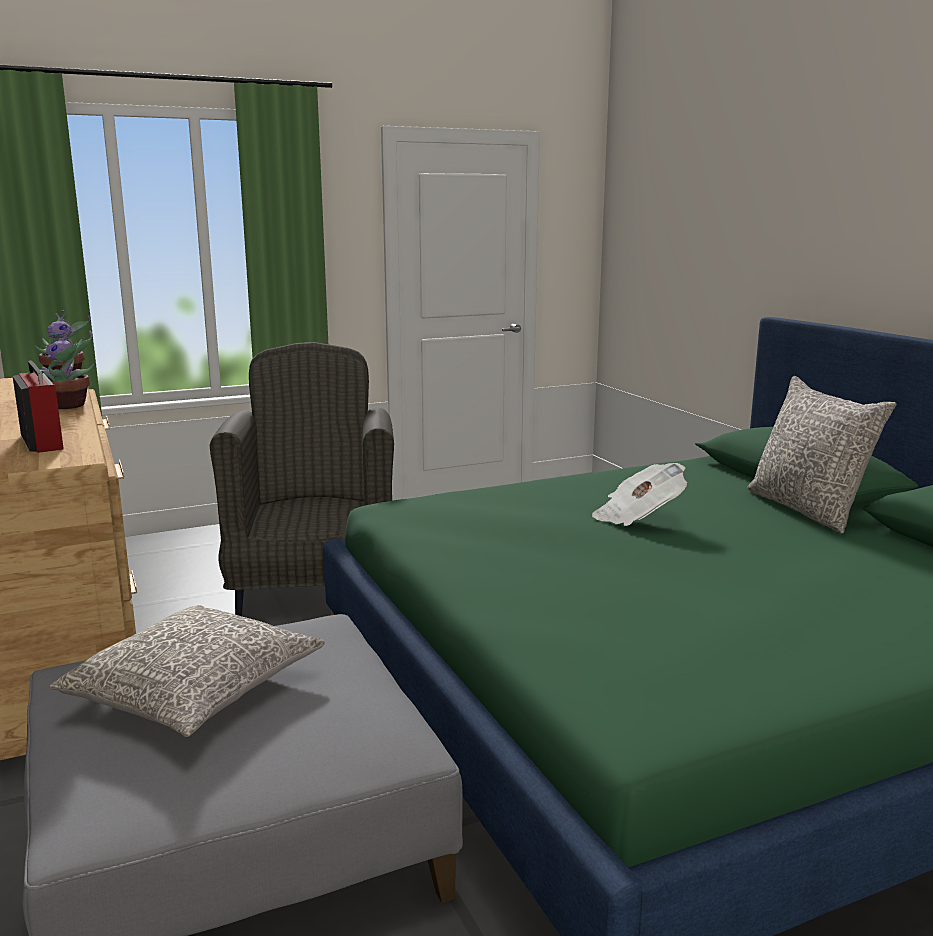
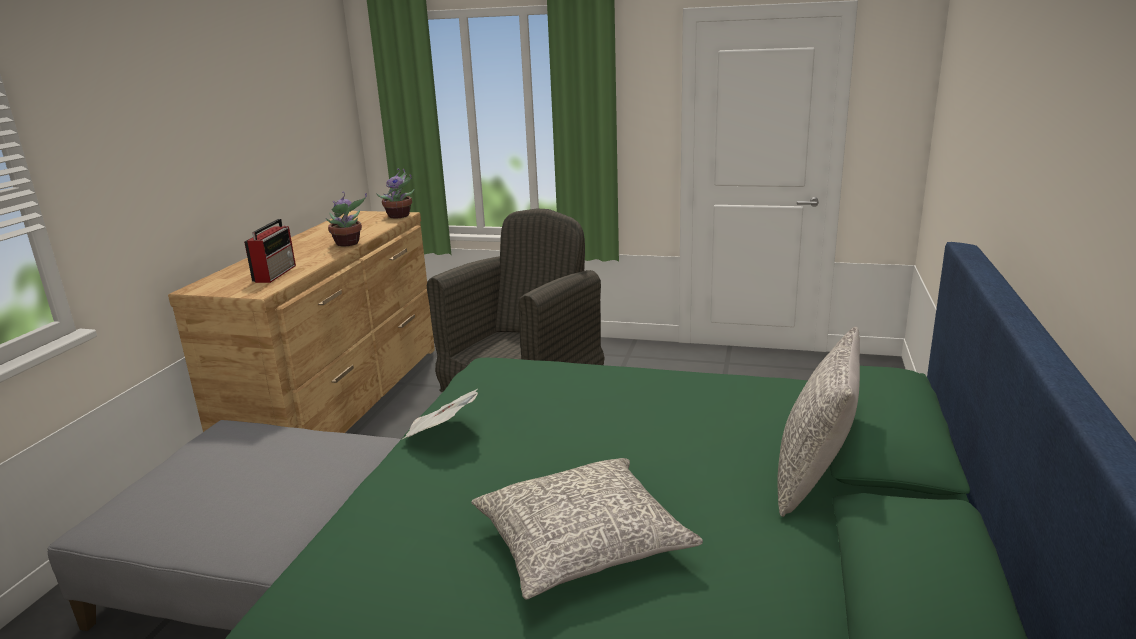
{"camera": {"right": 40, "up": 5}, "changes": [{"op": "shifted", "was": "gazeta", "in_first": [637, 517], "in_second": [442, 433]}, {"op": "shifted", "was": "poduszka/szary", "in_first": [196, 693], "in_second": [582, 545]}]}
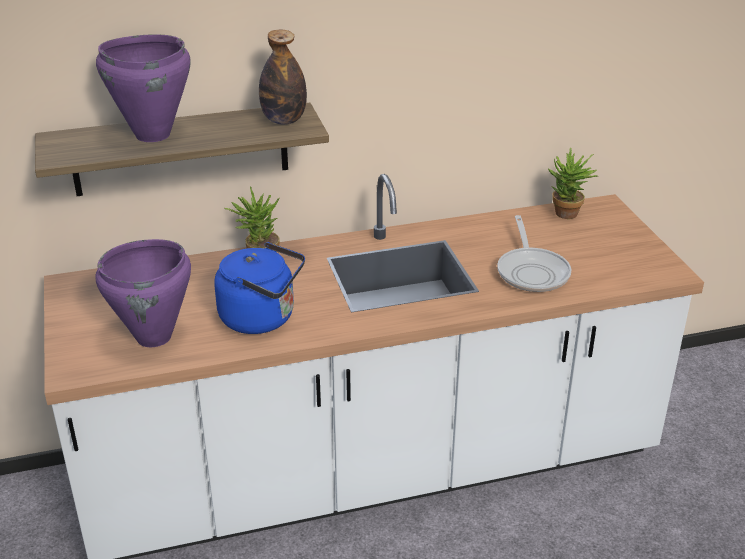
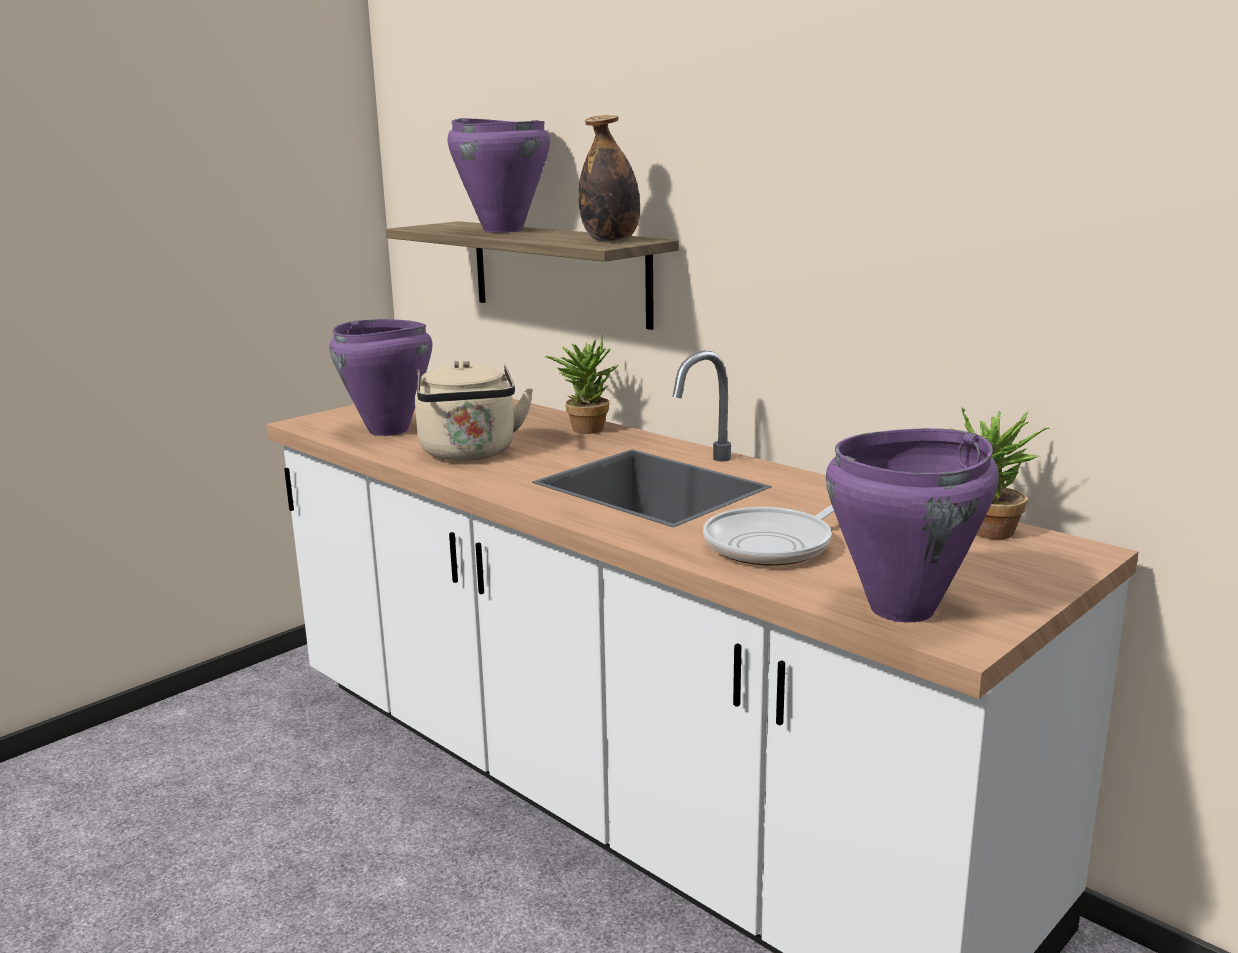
{"camera": {"right": 60, "up": -15}, "changes": [{"op": "repainted", "was": "czajnik/niebieski", "now": "czajnik/beżowy", "in_first": [262, 318], "in_second": [469, 454]}, {"op": "new", "now": "garnek/fioletowy", "in_second": [903, 609]}]}
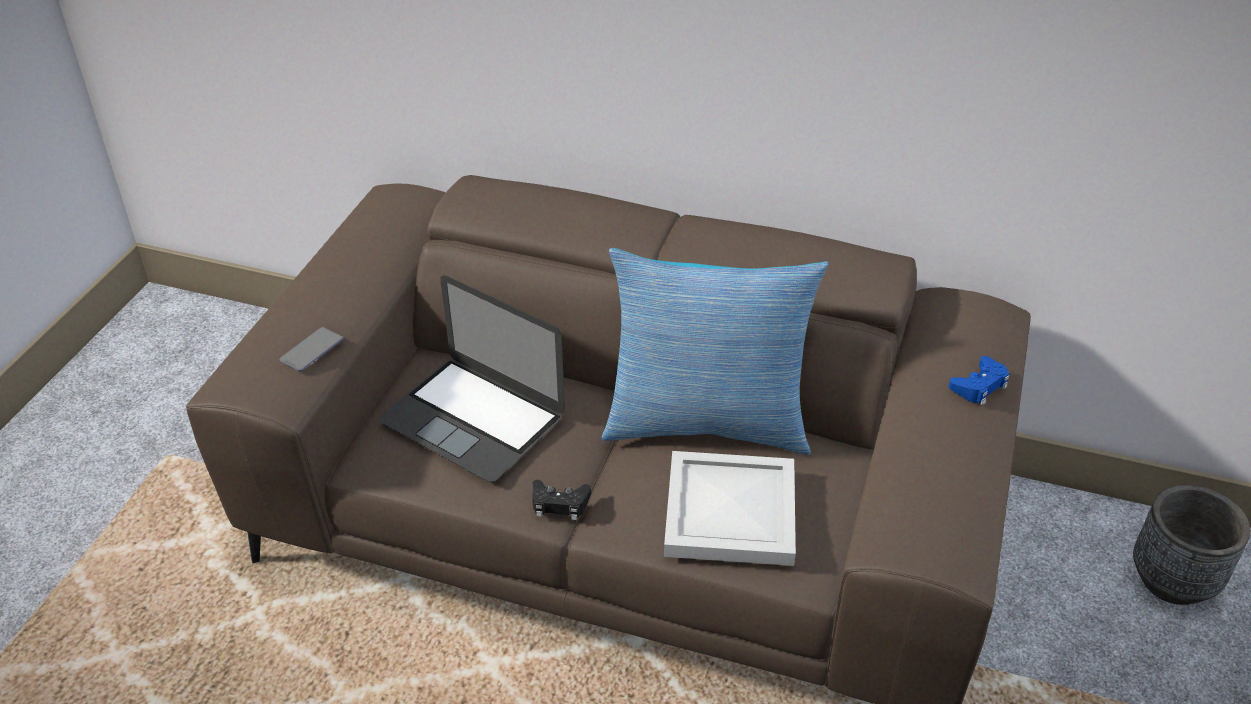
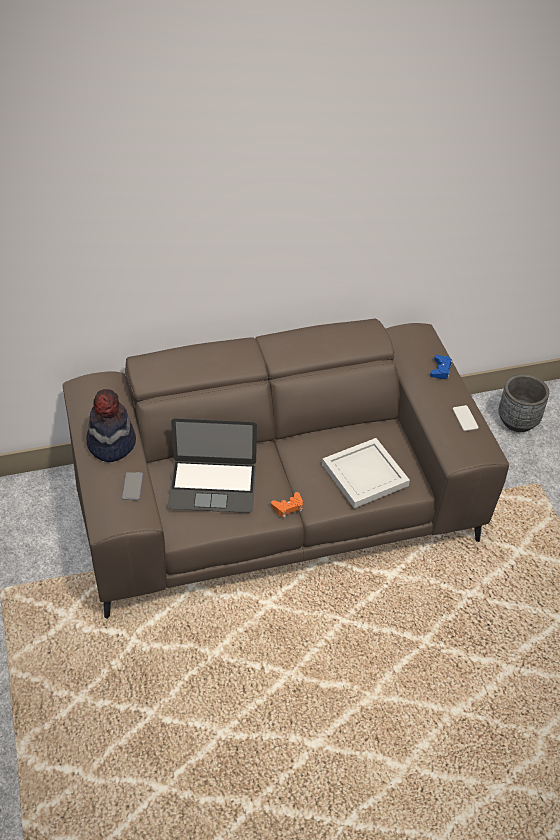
{"camera": {"right": -35, "up": 5}, "changes": [{"op": "gone", "was": "poduszka", "in_first": [706, 422]}, {"op": "repainted", "was": "pad do gier/czarny", "now": "pad do gier/pomarańczowy", "in_first": [559, 504], "in_second": [288, 507]}, {"op": "new", "now": "kapelusz", "in_second": [111, 443]}, {"op": "new", "now": "telefon", "in_second": [465, 418]}]}
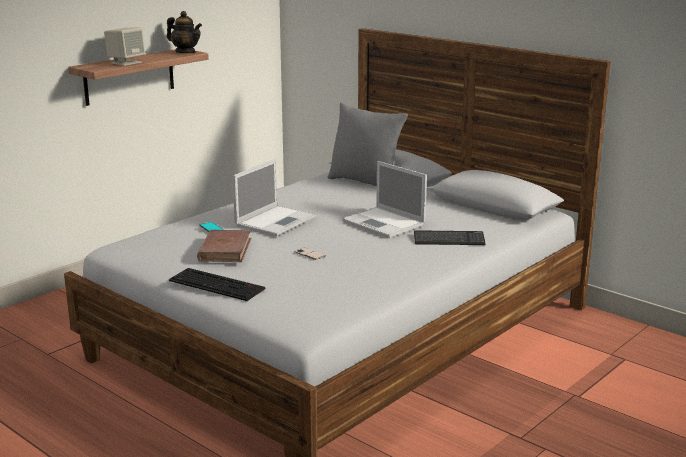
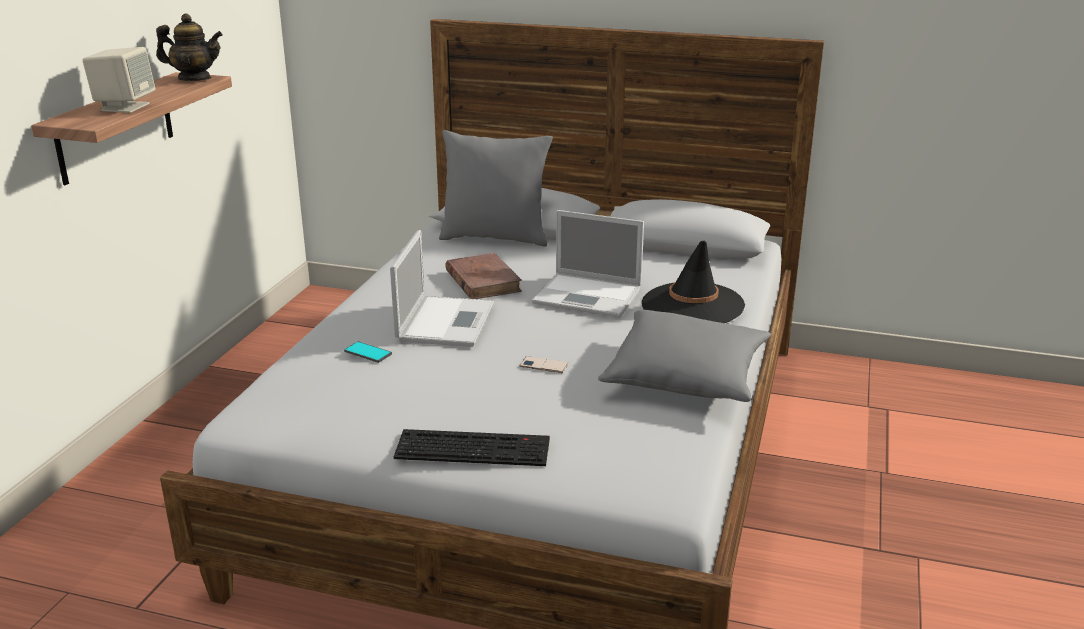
{"camera": {"right": -25, "up": 5}, "changes": [{"op": "shifted", "was": "książka/brązowy", "in_first": [225, 250], "in_second": [483, 281]}, {"op": "swapped", "was": "klawiatura", "now": "kapelusz/czarny", "in_first": [449, 240], "in_second": [692, 305]}, {"op": "new", "now": "poduszka/szary", "in_second": [686, 377]}]}
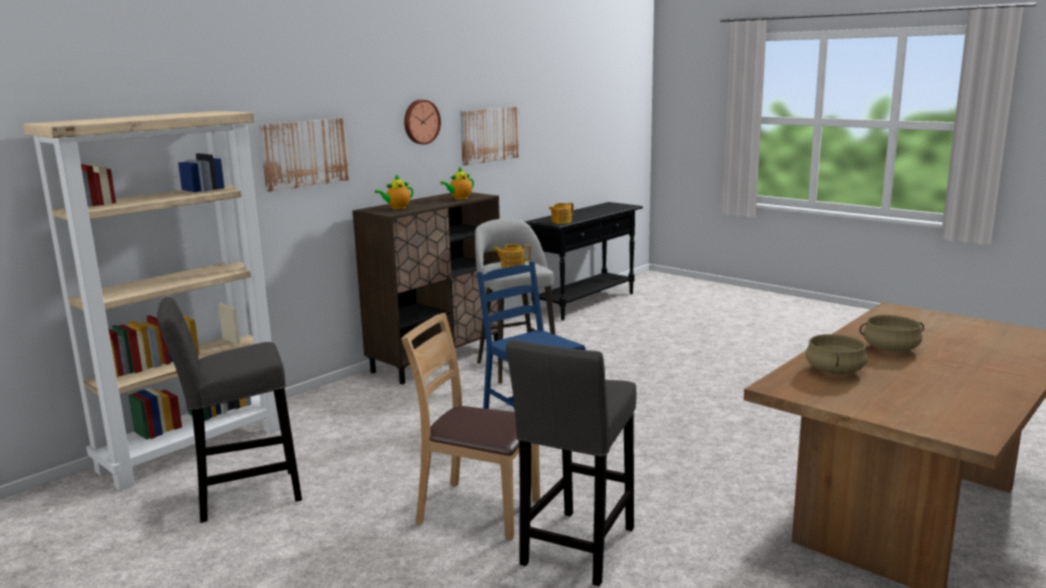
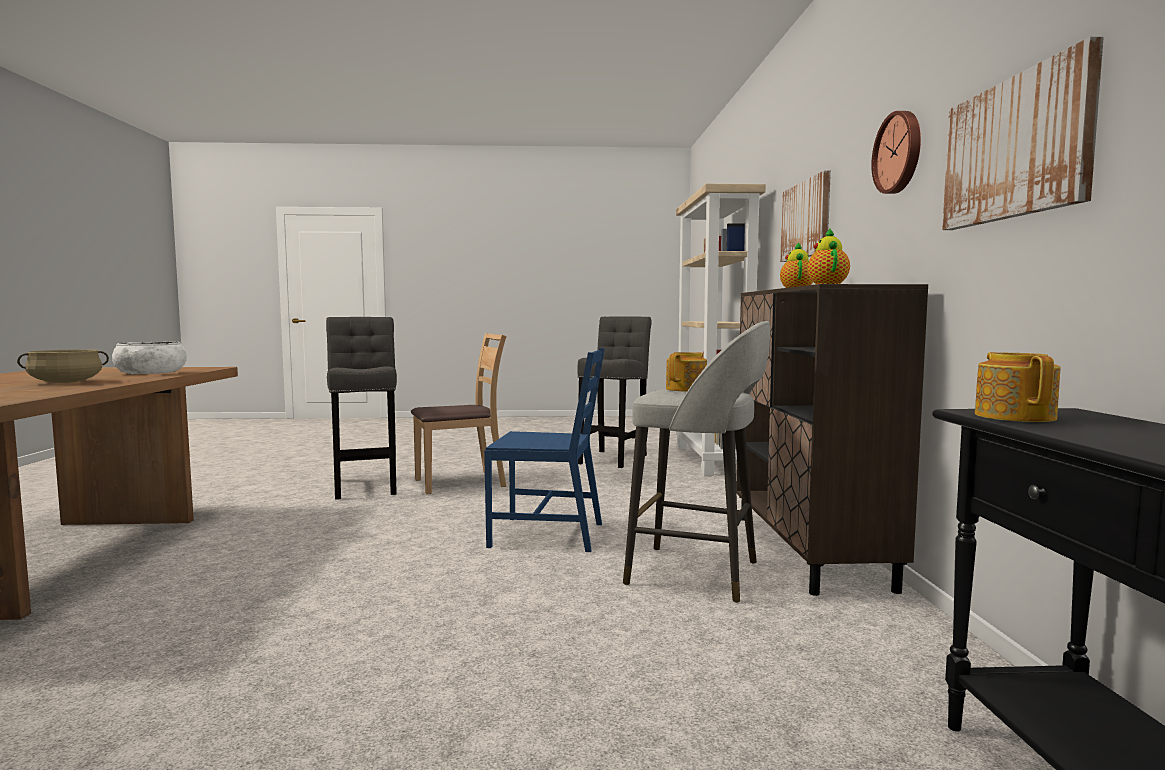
{"camera": {"right": 135, "up": -10}, "changes": [{"op": "swapped", "was": "garnek/beżowy", "now": "miska/biały", "in_first": [834, 370], "in_second": [151, 373]}]}
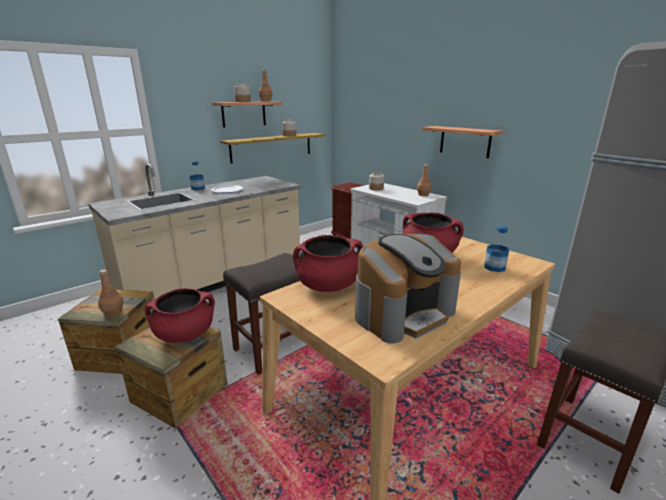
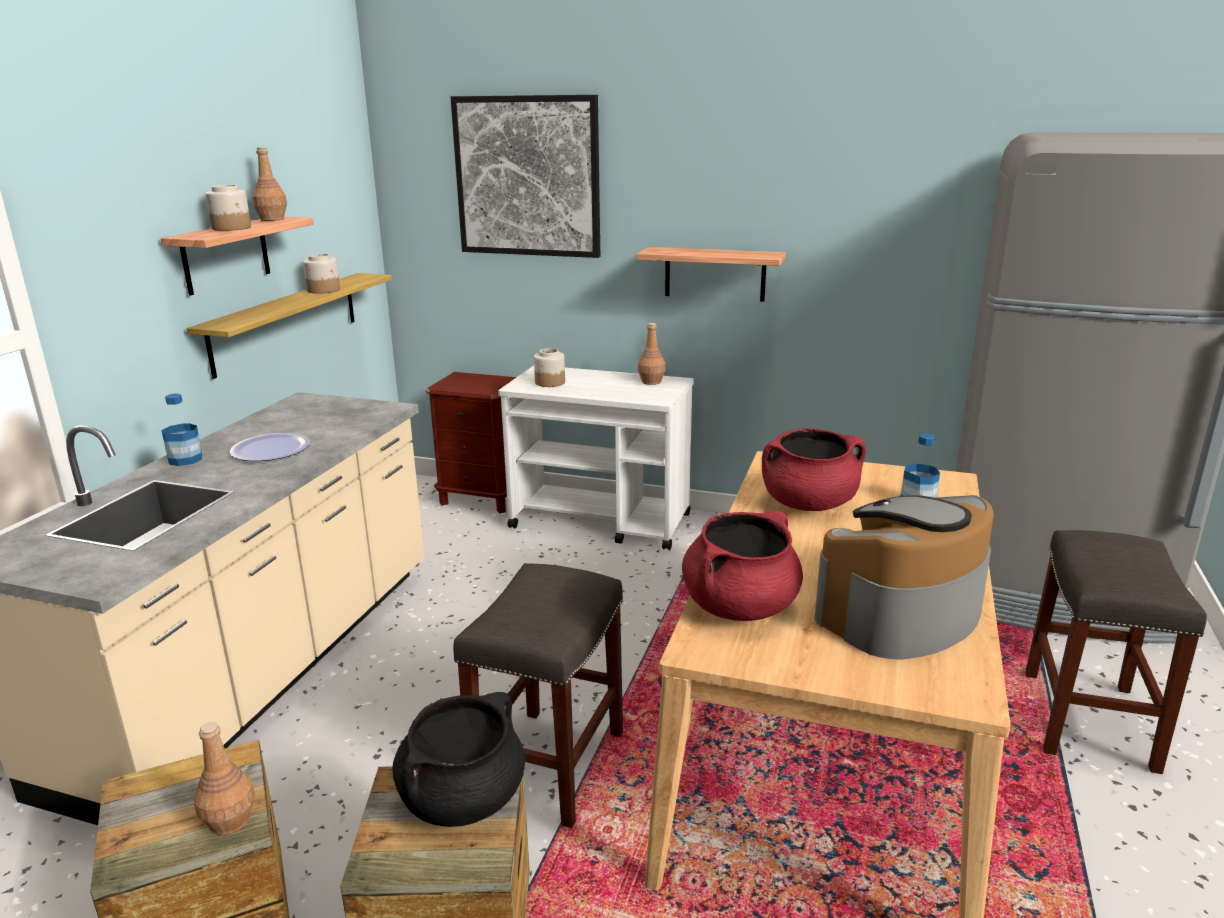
{"camera": {"right": -30, "up": 0}, "changes": [{"op": "rotated", "was": "ekspres do kawy", "in_first": [403, 313], "in_second": [900, 615], "clockwise": -150}, {"op": "repainted", "was": "garnek/czerwony", "now": "garnek/czarny", "in_first": [185, 334], "in_second": [463, 799]}, {"op": "new", "now": "obraz", "in_second": [527, 177]}]}
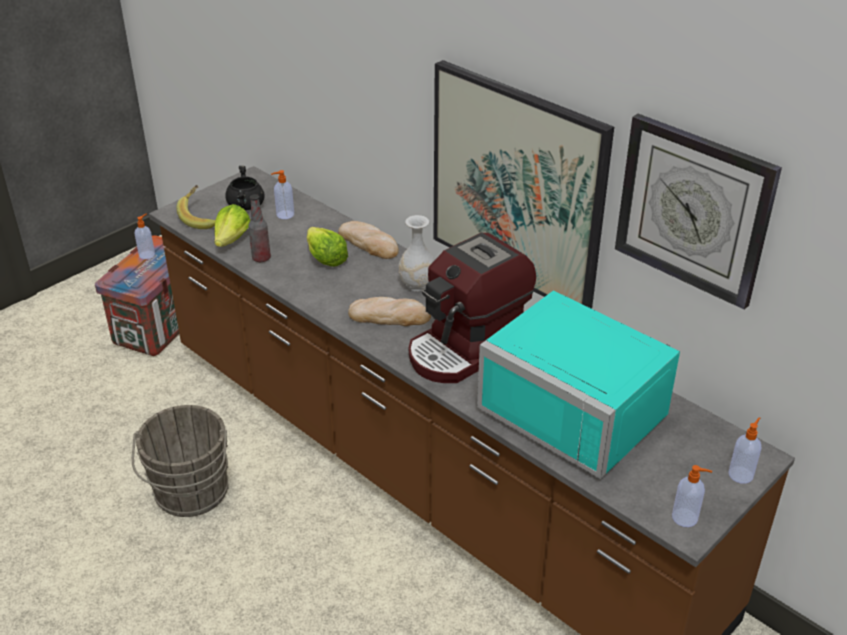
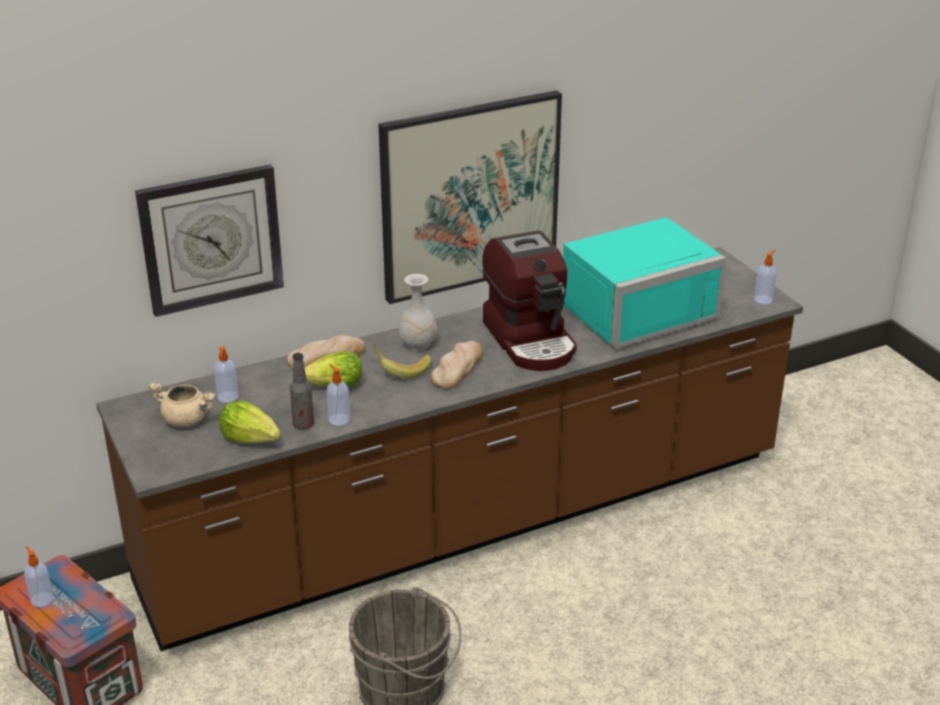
{"camera": {"right": -70, "up": -5}, "changes": [{"op": "shifted", "was": "zegar ścienny", "in_first": [693, 209], "in_second": [211, 239]}, {"op": "repainted", "was": "garnek/czarny", "now": "garnek/beżowy", "in_first": [246, 206], "in_second": [187, 419]}, {"op": "shifted", "was": "banan", "in_first": [201, 218], "in_second": [401, 369]}, {"op": "shifted", "was": "dozownik mydła", "in_first": [741, 474], "in_second": [338, 419]}]}
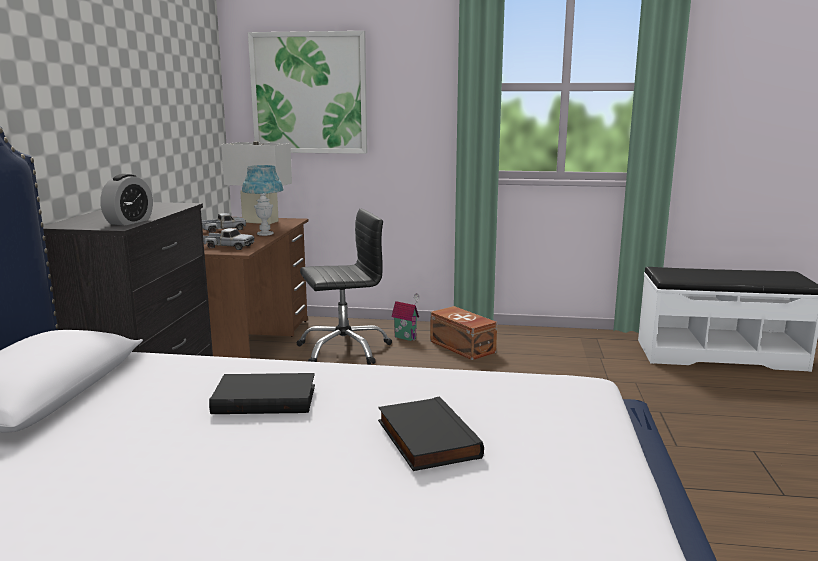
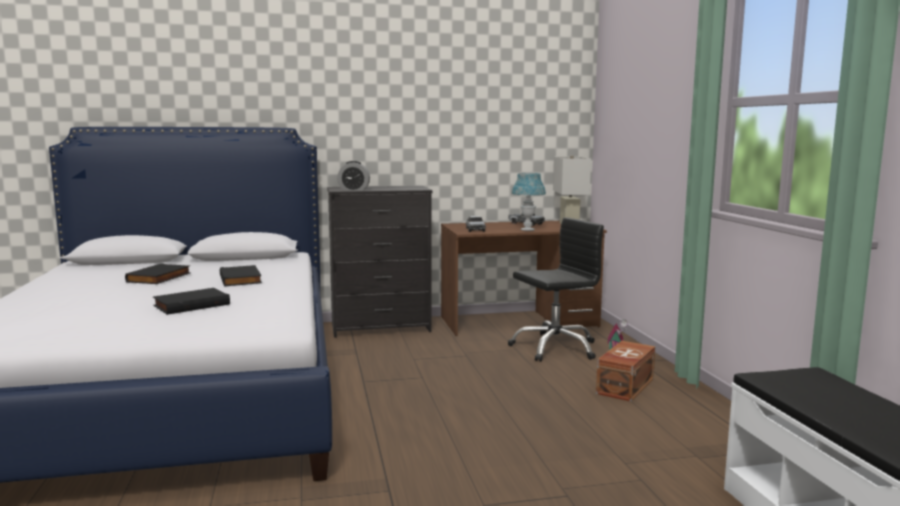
{"camera": {"right": 70, "up": -5}, "changes": [{"op": "gone", "was": "obraz", "in_first": [309, 93]}, {"op": "rotated", "was": "krzesło biurowe/czarny", "in_first": [344, 349], "in_second": [554, 348], "clockwise": -75}, {"op": "new", "now": "książka/czarny", "in_second": [160, 278]}]}
